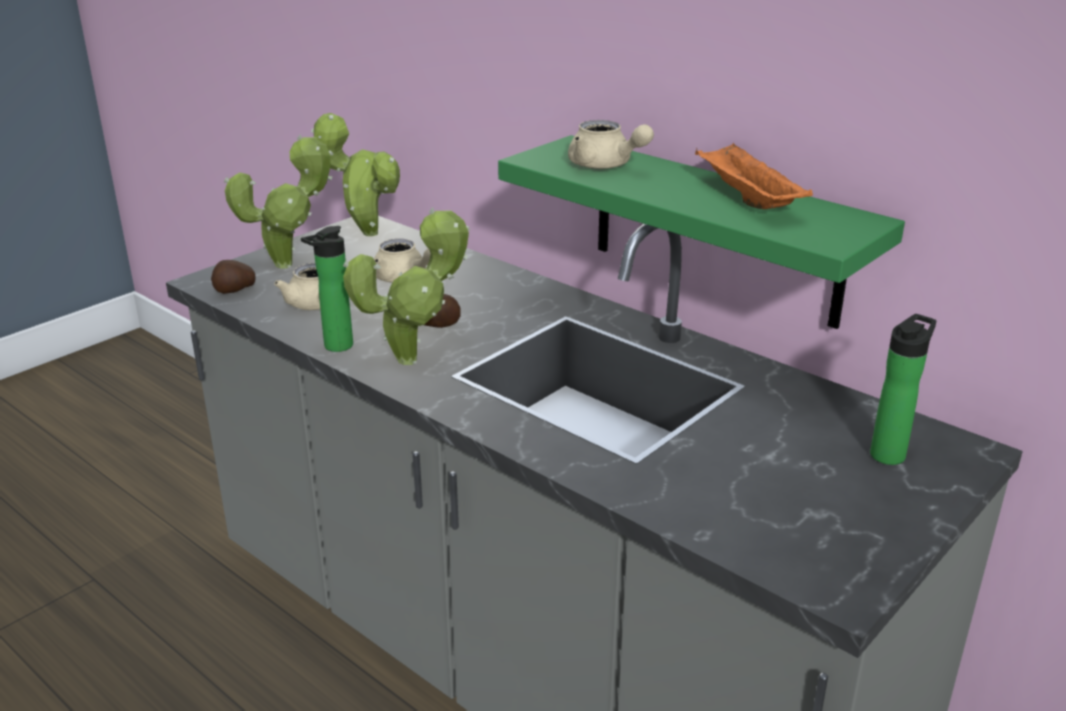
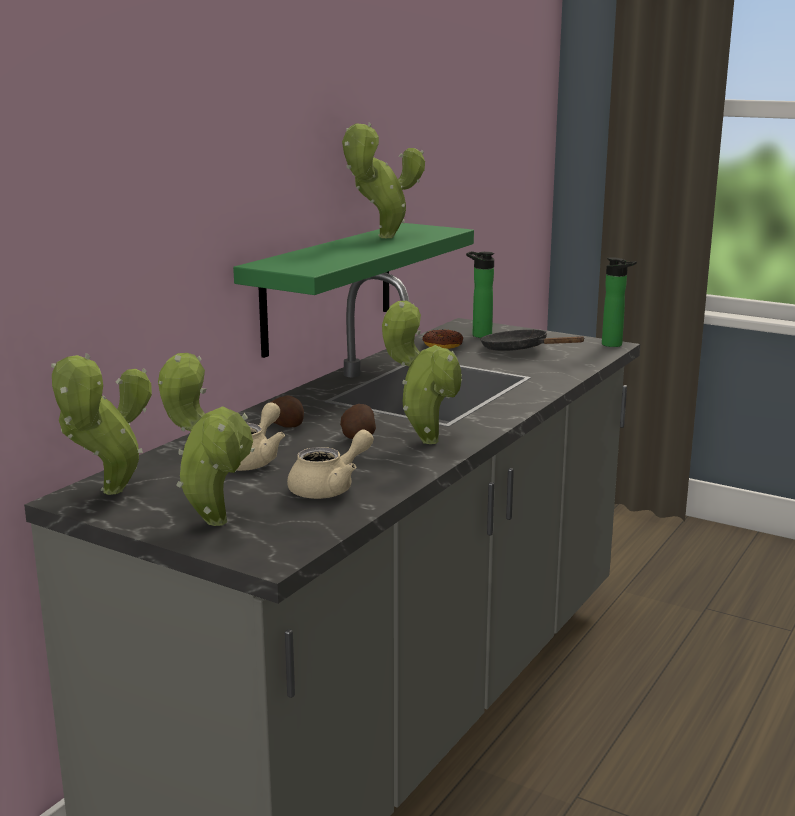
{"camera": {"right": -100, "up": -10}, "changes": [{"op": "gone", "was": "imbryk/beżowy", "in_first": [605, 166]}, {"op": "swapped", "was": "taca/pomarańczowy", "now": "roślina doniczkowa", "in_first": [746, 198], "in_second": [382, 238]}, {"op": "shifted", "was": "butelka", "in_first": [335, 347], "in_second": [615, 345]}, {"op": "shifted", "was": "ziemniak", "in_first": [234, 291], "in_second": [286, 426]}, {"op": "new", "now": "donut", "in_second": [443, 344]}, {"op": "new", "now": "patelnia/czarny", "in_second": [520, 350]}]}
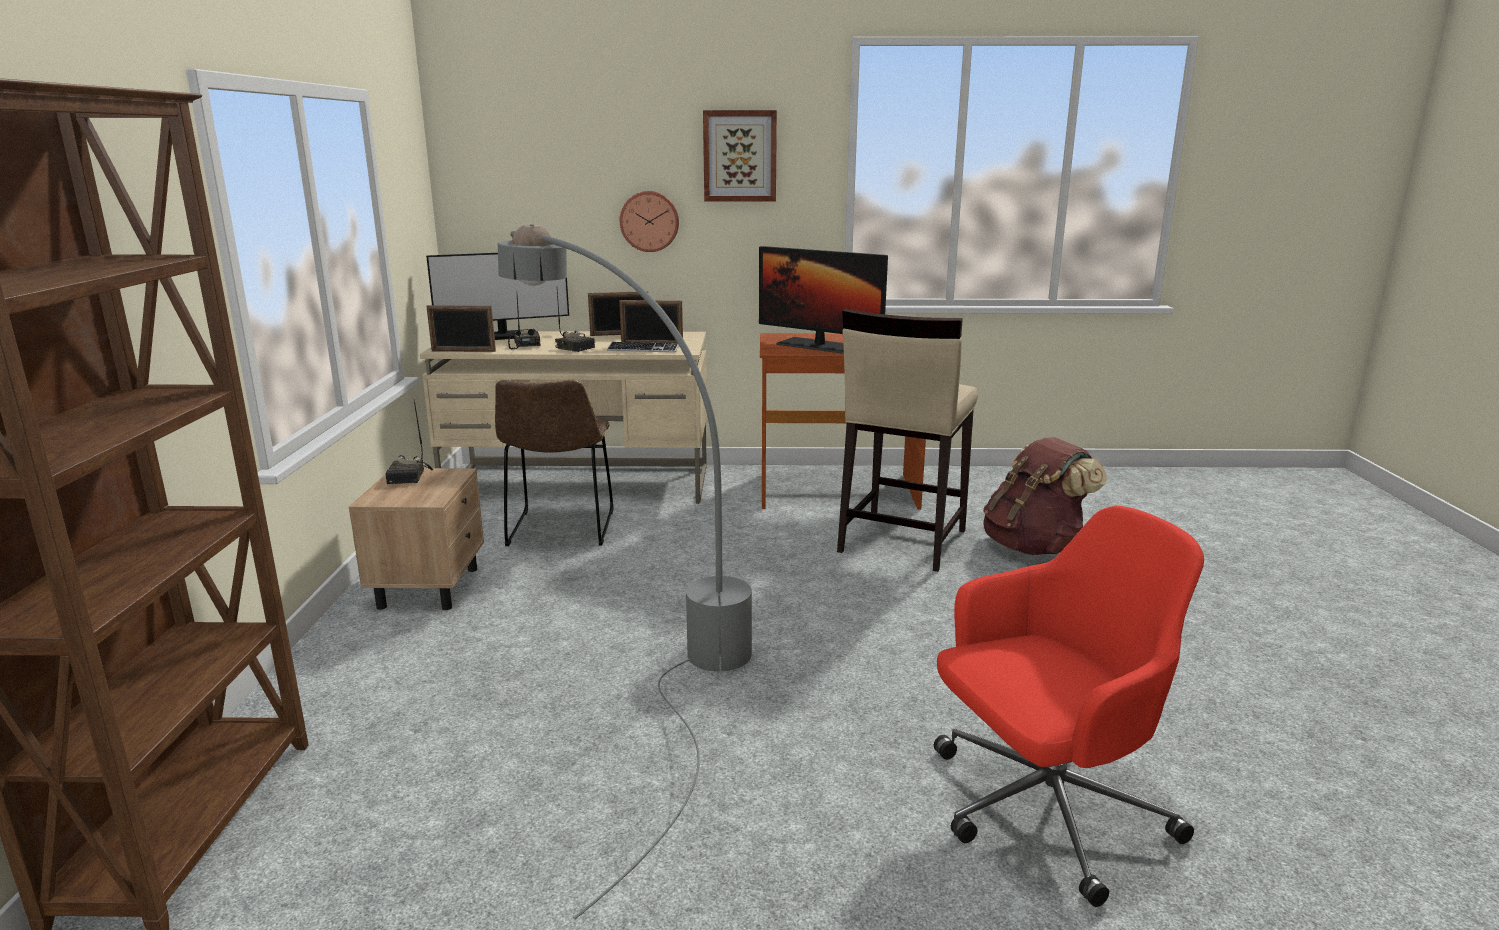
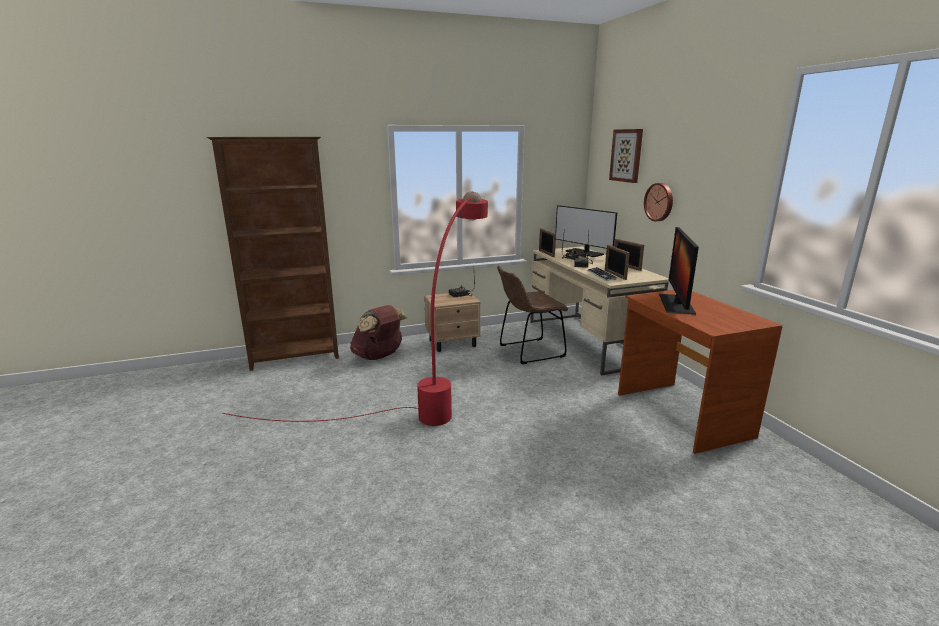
{"camera": {"right": 70, "up": 0}, "changes": [{"op": "shifted", "was": "obraz", "in_first": [740, 156], "in_second": [626, 155]}, {"op": "repainted", "was": "lampa stojąca/szary", "now": "lampa stojąca/czerwony", "in_first": [637, 646], "in_second": [431, 396]}, {"op": "gone", "was": "stołek/beżowy", "in_first": [901, 541]}, {"op": "shifted", "was": "plecak/brązowy", "in_first": [1034, 547], "in_second": [379, 356]}, {"op": "gone", "was": "krzesło biurowe/czerwony", "in_first": [1043, 810]}]}
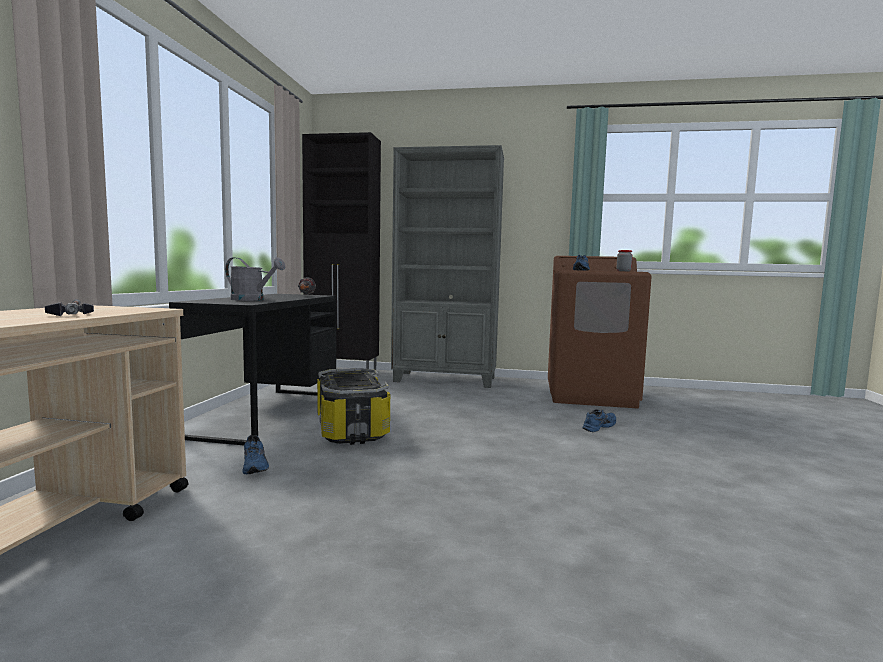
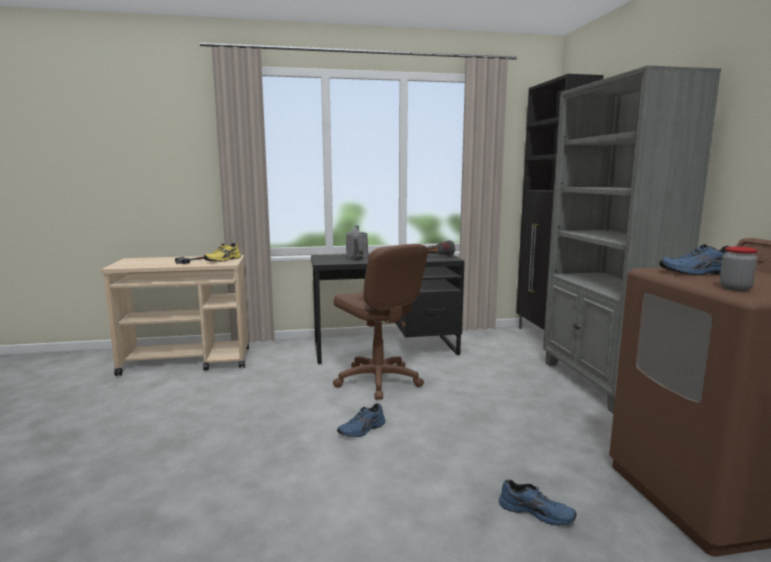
{"camera": {"right": 70, "up": 5}, "changes": [{"op": "swapped", "was": "pojemnik do przechowywania", "now": "krzesło biurowe/brązowy", "in_first": [352, 429], "in_second": [378, 381]}, {"op": "shifted", "was": "but/niebieski", "in_first": [256, 465], "in_second": [362, 430]}, {"op": "new", "now": "but/żółty", "in_second": [224, 260]}]}
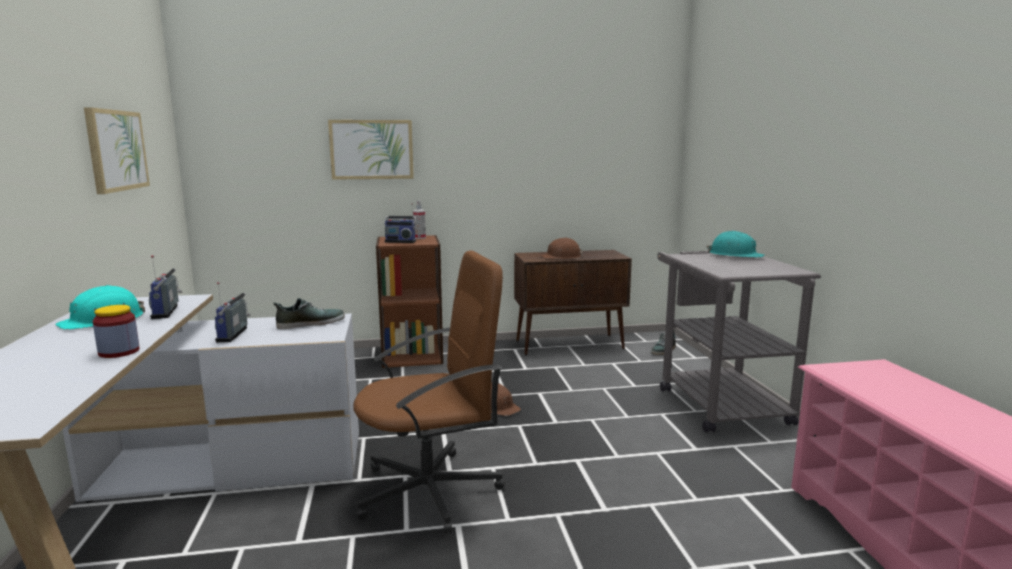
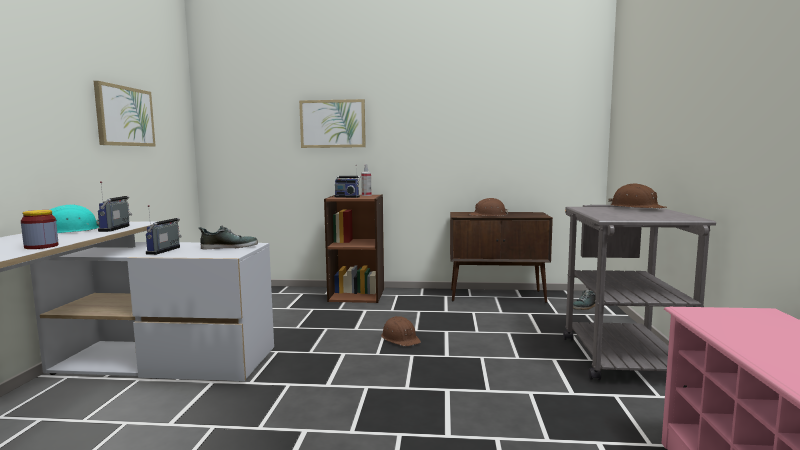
{"camera": {"right": 15, "up": -5}, "changes": [{"op": "repainted", "was": "kask/turkusowy", "now": "kask/brązowy", "in_first": [735, 255], "in_second": [636, 207]}, {"op": "gone", "was": "krzesło biurowe/brązowy", "in_first": [431, 491]}]}
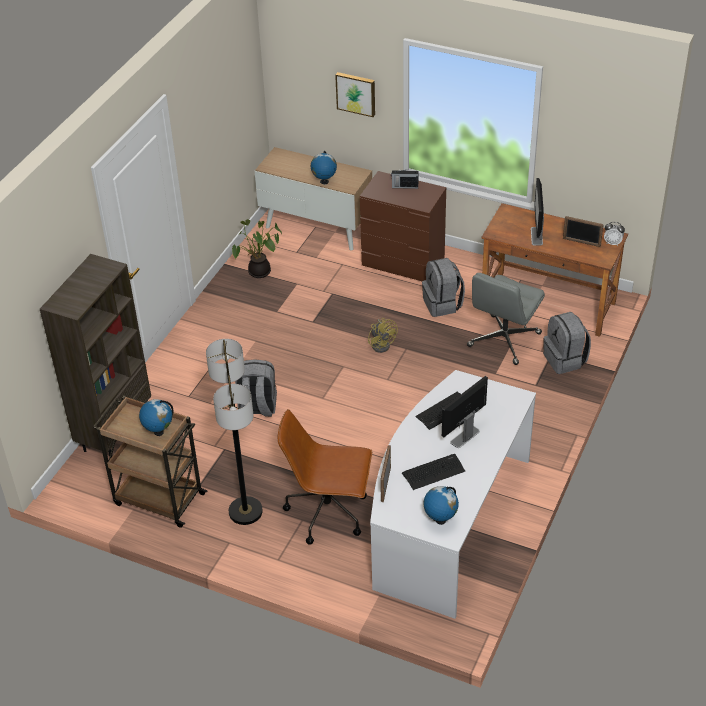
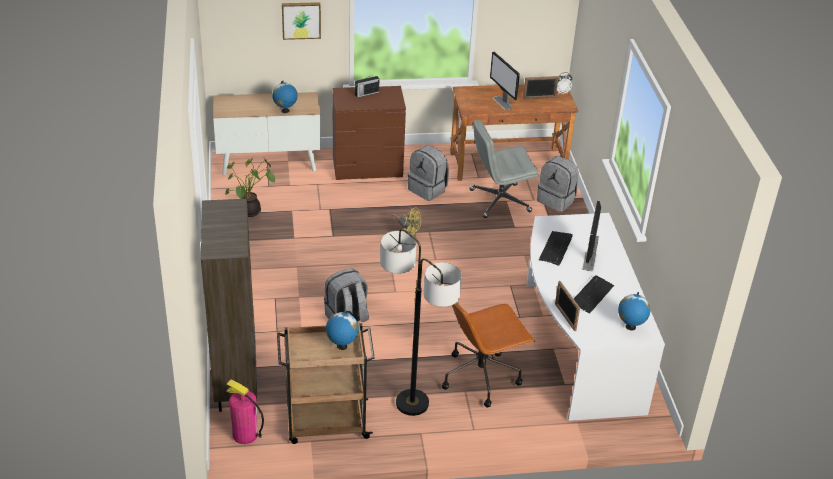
{"camera": {"right": -35, "up": -5}, "changes": [{"op": "rotated", "was": "krzesło biurowe/szary", "in_first": [504, 340], "in_second": [499, 201], "clockwise": 75}, {"op": "new", "now": "gaśnica", "in_second": [245, 434]}]}
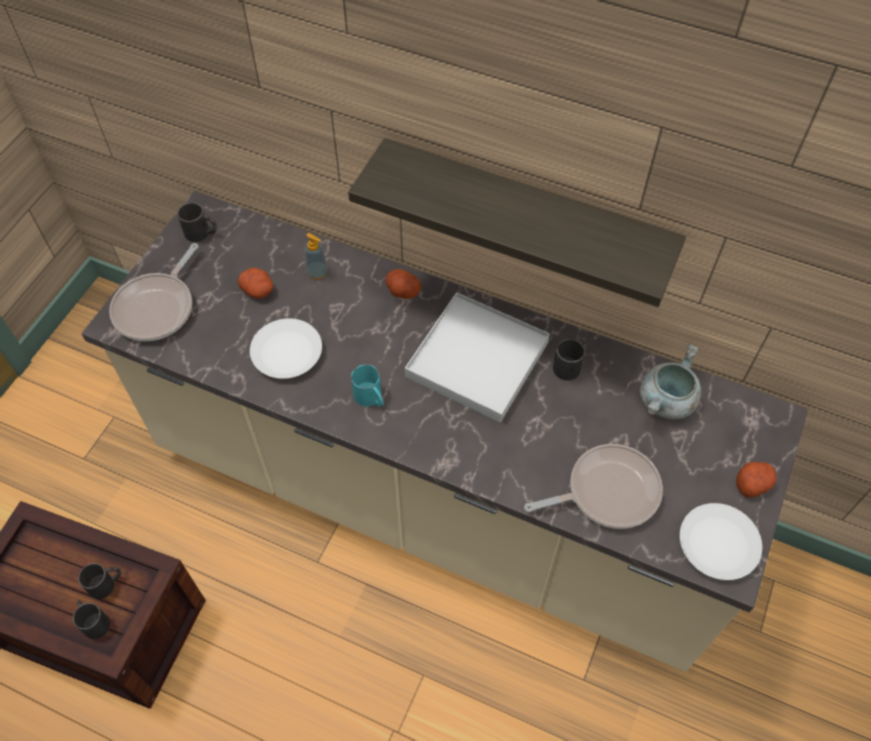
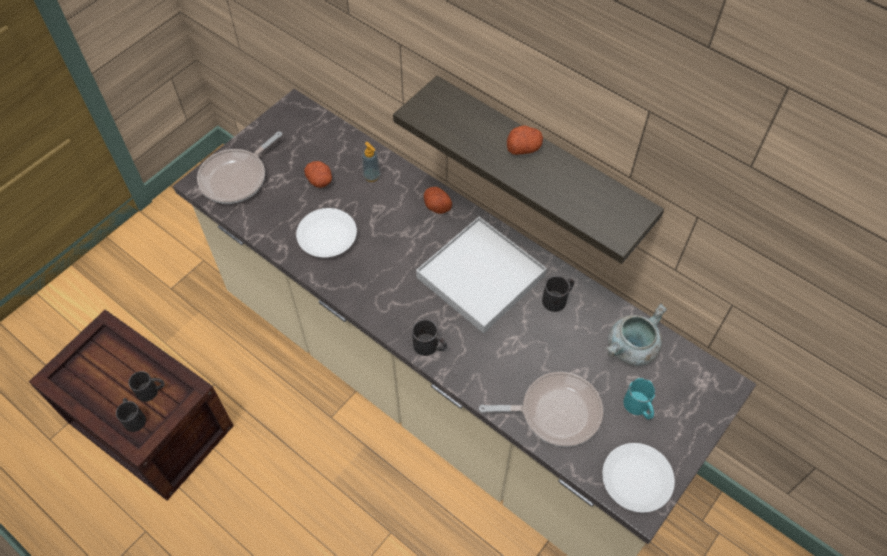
{"camera": {"right": 15, "up": 0}, "changes": [{"op": "shifted", "was": "kubek/czarny", "in_first": [202, 233], "in_second": [430, 346]}, {"op": "shifted", "was": "kubek/turkusowy", "in_first": [371, 398], "in_second": [639, 408]}, {"op": "shifted", "was": "ziemniak", "in_first": [752, 483], "in_second": [523, 147]}]}
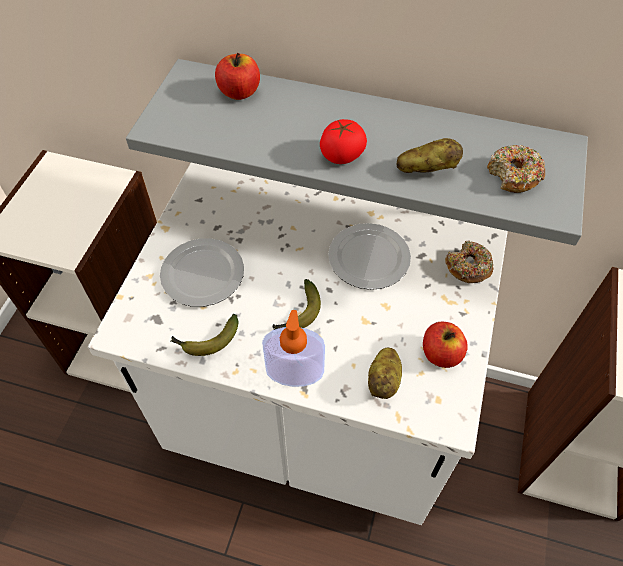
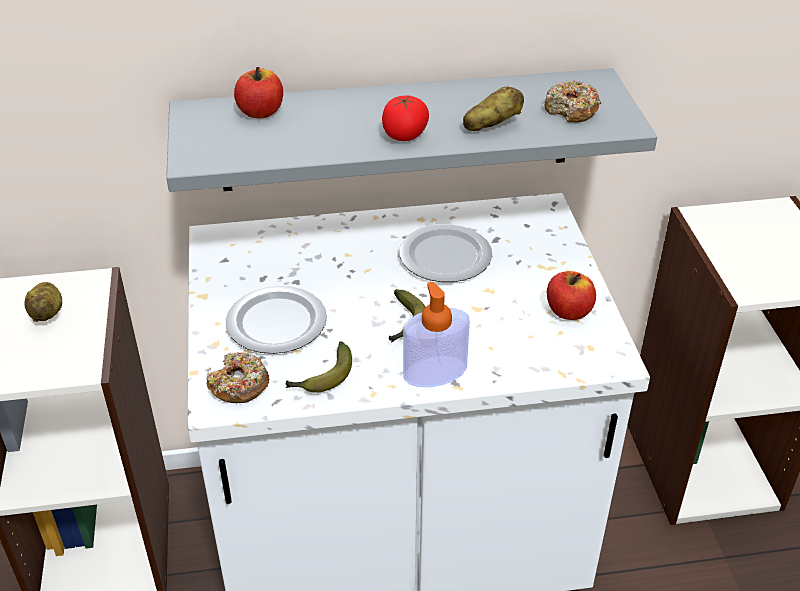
{"camera": {"right": -25, "up": -15}, "changes": [{"op": "shifted", "was": "donut", "in_first": [468, 267], "in_second": [239, 386]}, {"op": "shifted", "was": "ziemniak", "in_first": [384, 380], "in_second": [48, 313]}]}
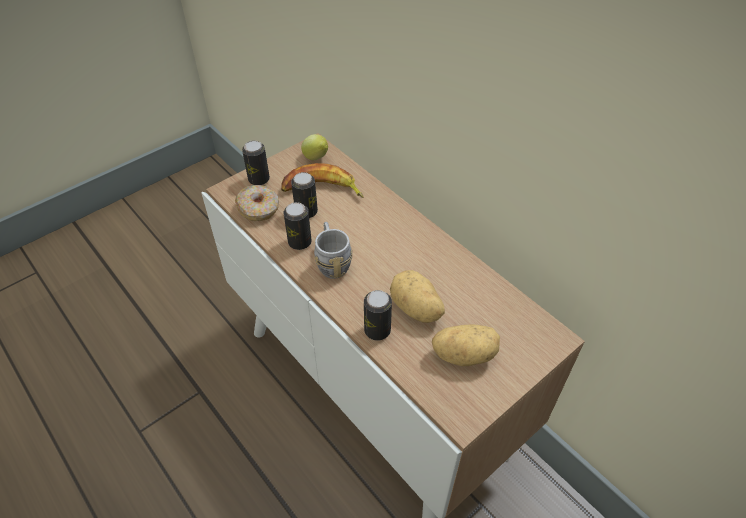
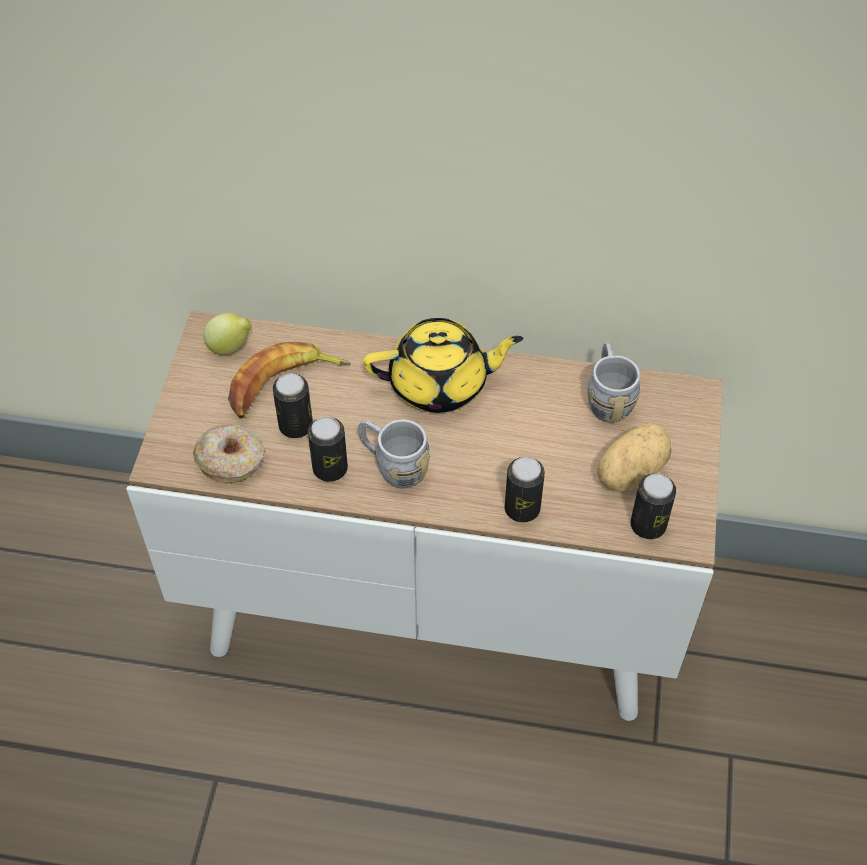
{"camera": {"right": -40, "up": 5}, "changes": [{"op": "shifted", "was": "puszka", "in_first": [259, 179], "in_second": [648, 525]}, {"op": "gone", "was": "ziemniak", "in_first": [415, 309]}, {"op": "new", "now": "imbryk/żółty", "in_second": [440, 384]}, {"op": "new", "now": "kubek/szary", "in_second": [608, 398]}]}
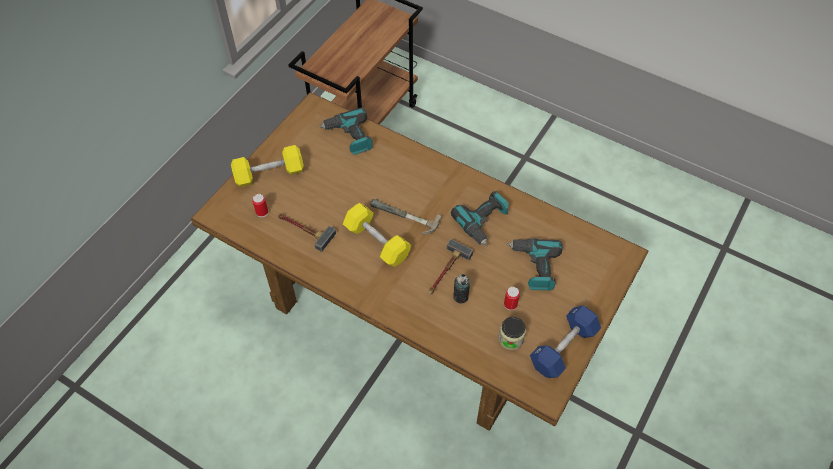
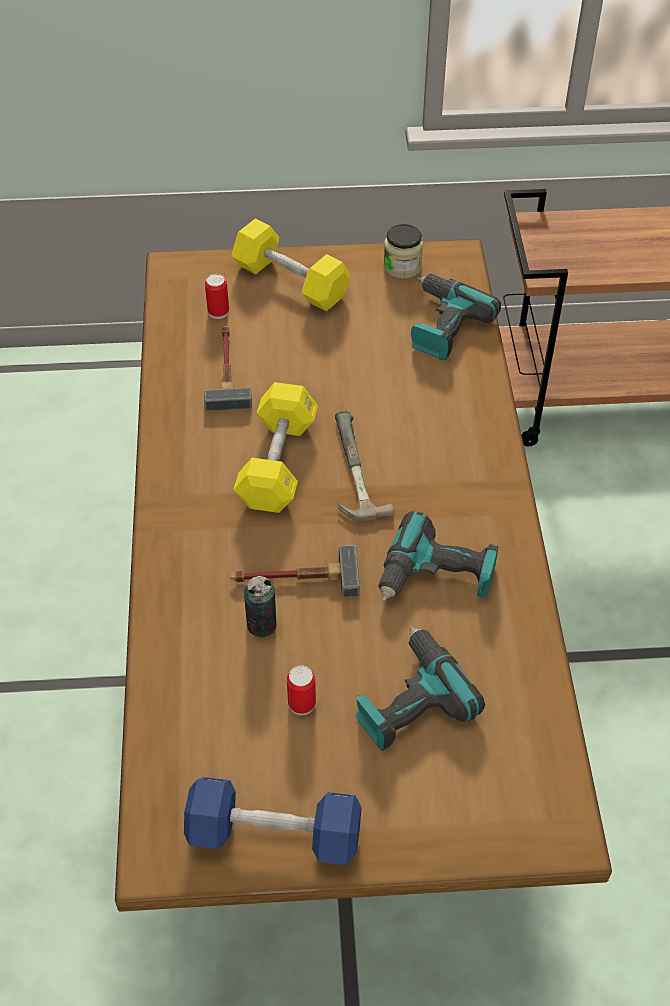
{"camera": {"right": 55, "up": -5}, "changes": [{"op": "shifted", "was": "słoik", "in_first": [510, 339], "in_second": [402, 266]}]}
